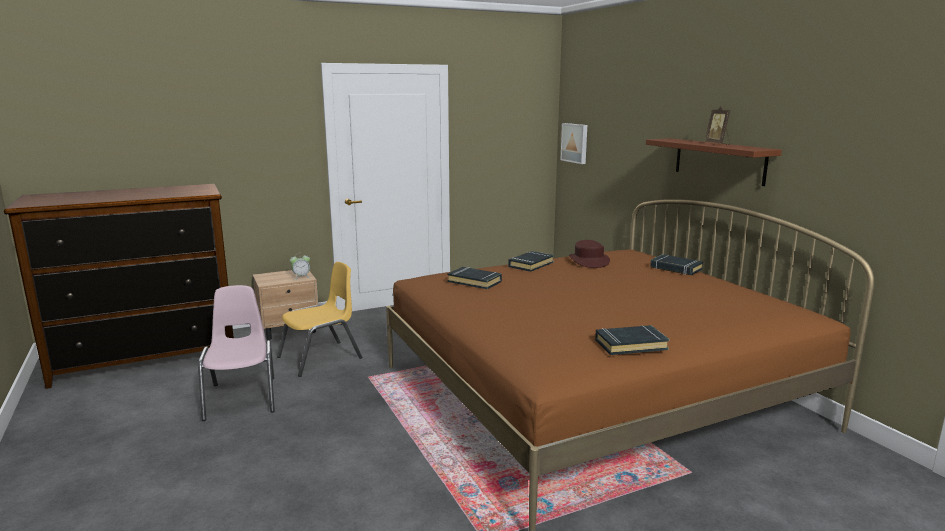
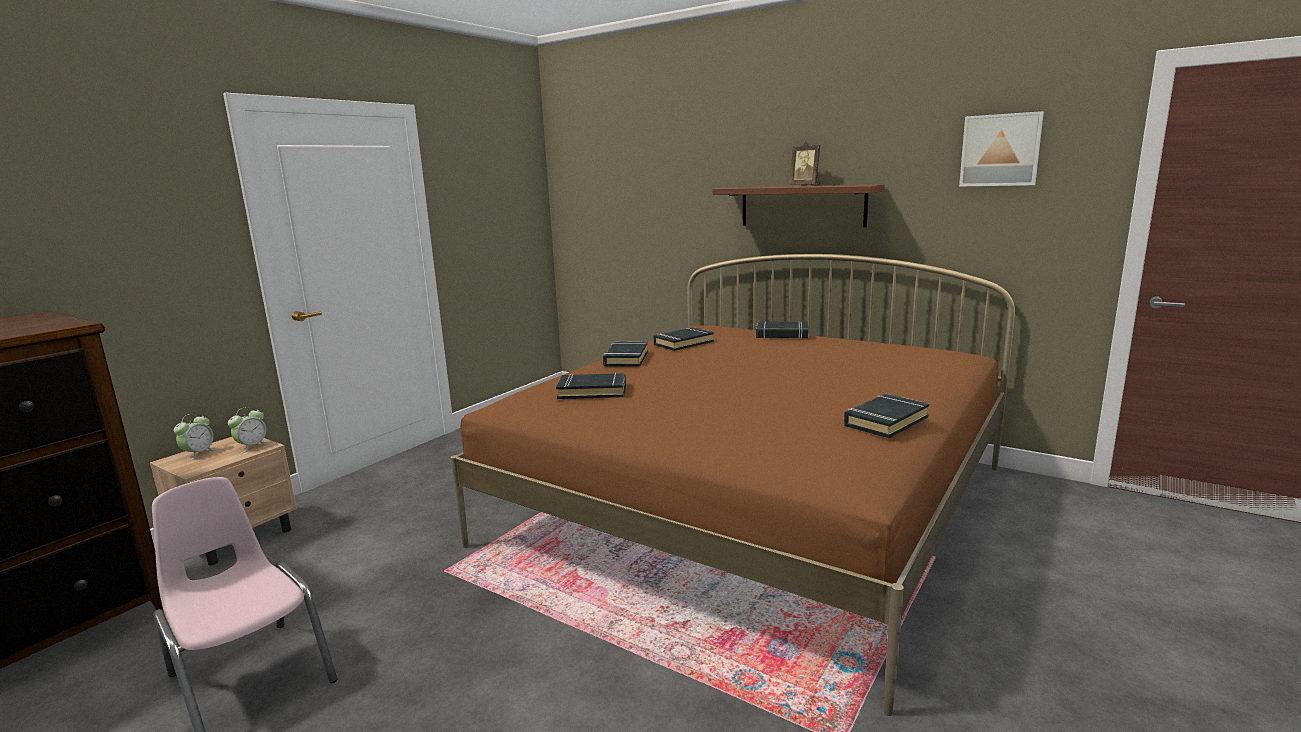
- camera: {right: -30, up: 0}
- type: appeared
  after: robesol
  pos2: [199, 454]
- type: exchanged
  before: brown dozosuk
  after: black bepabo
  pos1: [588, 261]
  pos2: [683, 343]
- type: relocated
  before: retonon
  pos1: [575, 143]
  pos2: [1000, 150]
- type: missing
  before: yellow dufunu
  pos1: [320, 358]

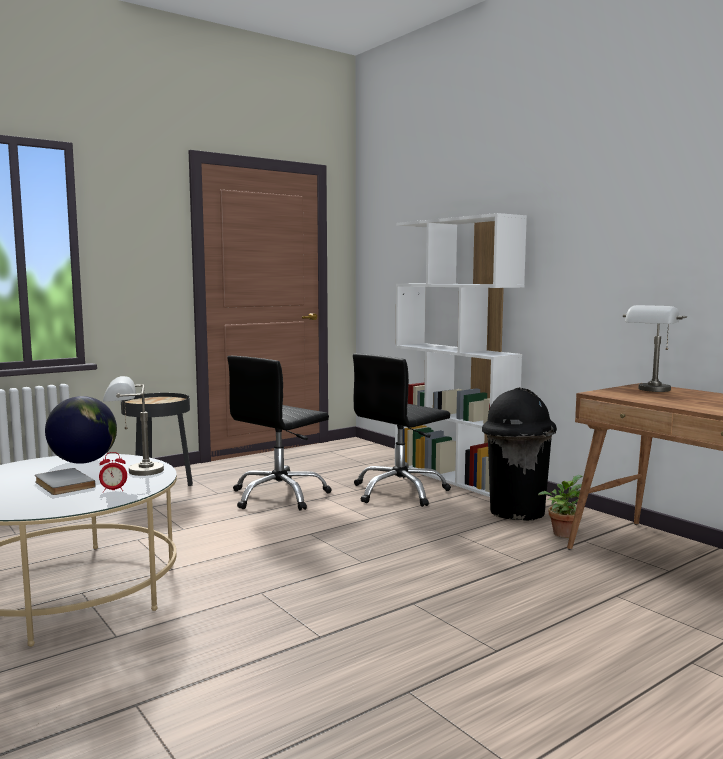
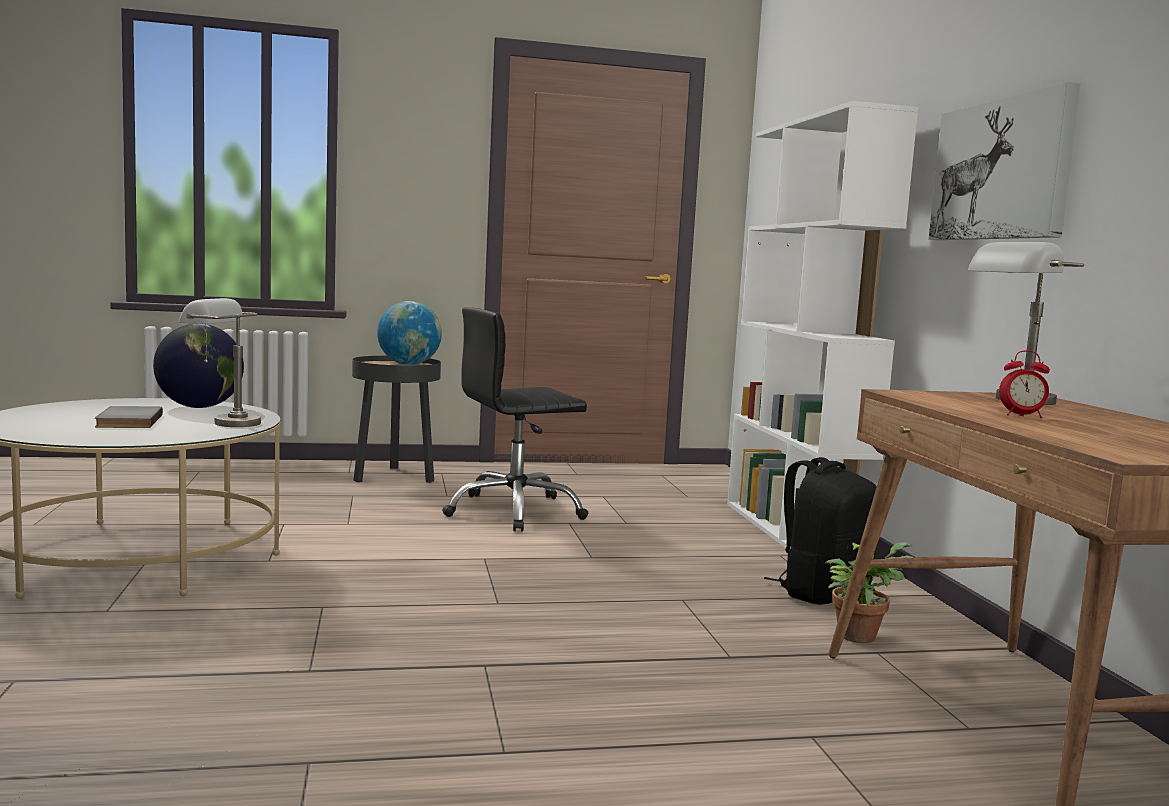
- camera: {right: 25, up: 0}
- type: appeared
  after: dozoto
  pos2: [409, 364]
- type: exchanged
  before: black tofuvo
  after: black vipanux
  pos1: [516, 512]
  pos2: [821, 592]
- type: appeared
  after: retonon
  pos2: [1002, 170]
- type: relocated
  before: robesol
  pos1: [113, 490]
  pos2: [1021, 416]
- type: missing
  before: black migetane
  pos1: [400, 492]

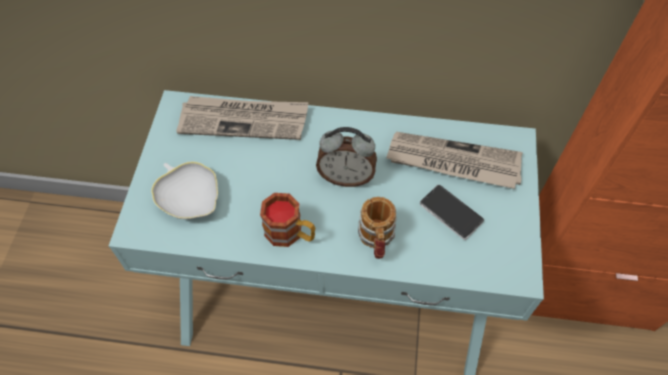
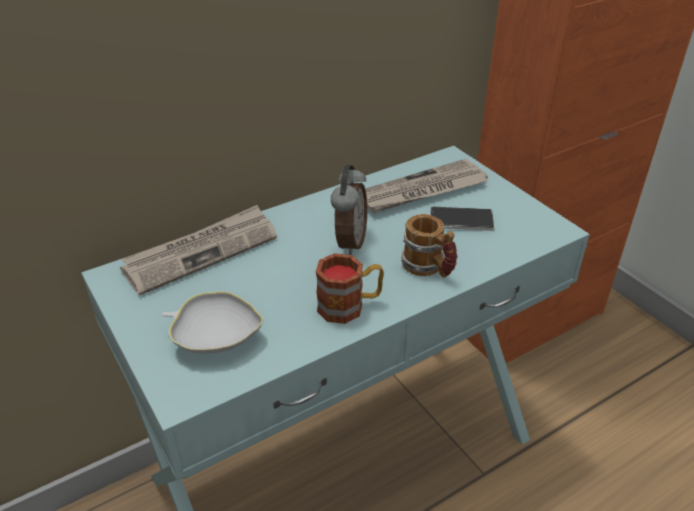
- camera: {right: -40, up: -20}
- type: spun
  before: robesol
  pos1: [346, 177]
  pos2: [349, 242]
  turn: -45

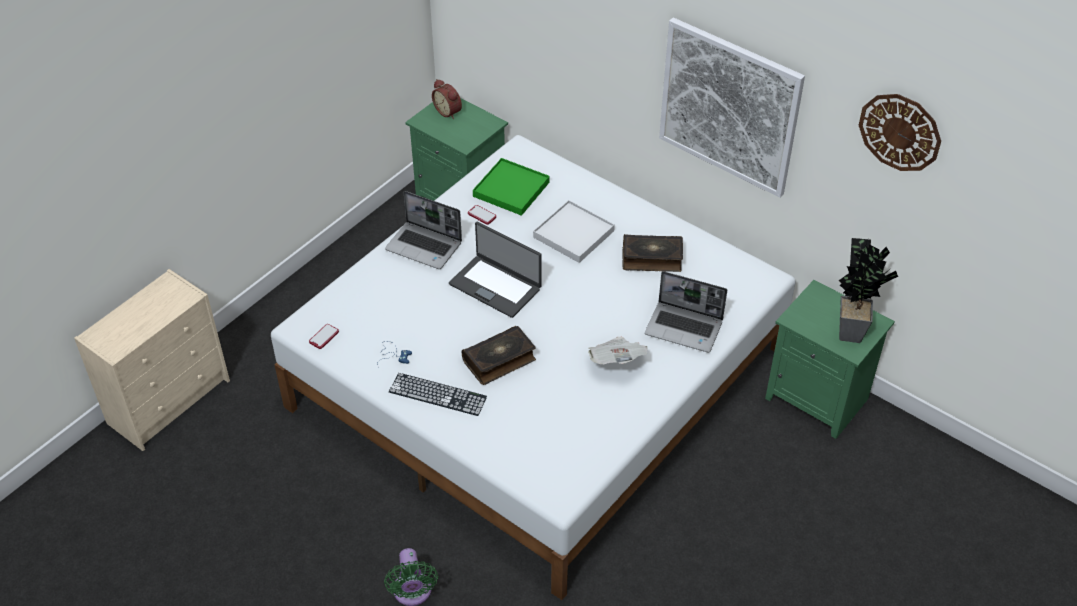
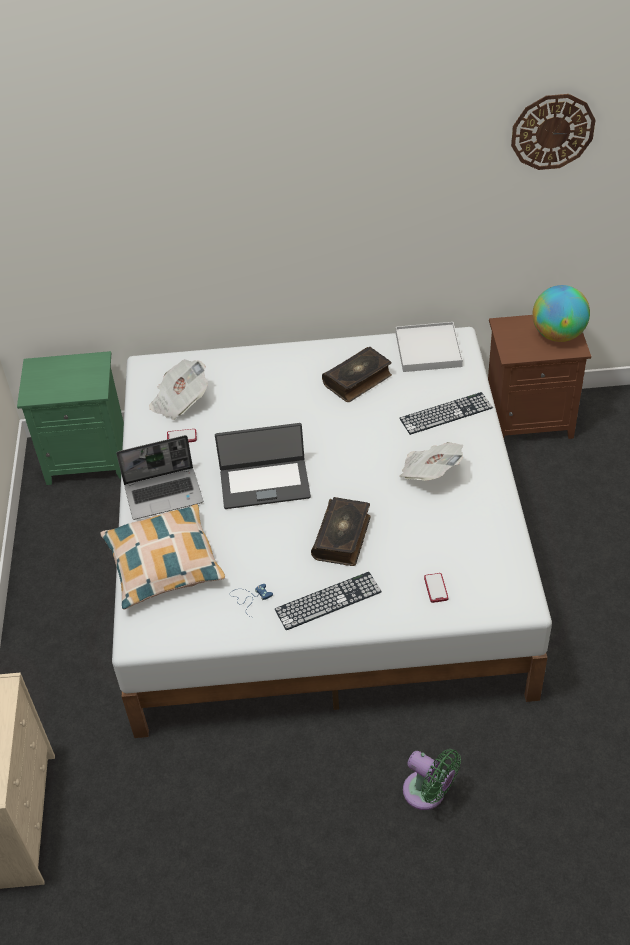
- camera: {right: -40, up: 0}
- type: appeared
  after: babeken
  pos2: [163, 564]
- type: exchanged
  before: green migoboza
  after: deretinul
  pos1: [511, 189]
  pos2: [180, 401]
- type: relocated
  before: white migoboza
  pos1: [573, 234]
  pos2: [428, 350]
- type: exchanged
  before: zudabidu
  after: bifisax
  pos1: [685, 328]
  pos2: [446, 413]
- type: relocated
  before: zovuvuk
  pos1: [324, 337]
  pos2: [436, 588]
- type: colour
  before: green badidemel
  after: brown badidemel
  pos1: [818, 398]
  pos2: [530, 419]
- type: exchanged
  before: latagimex
  after: dozoto
  pos1: [853, 330]
  pos2: [558, 335]
- type: missing
  before: robesol
  pos1: [449, 111]
- type: missing
  before: retonon
  pos1: [729, 107]

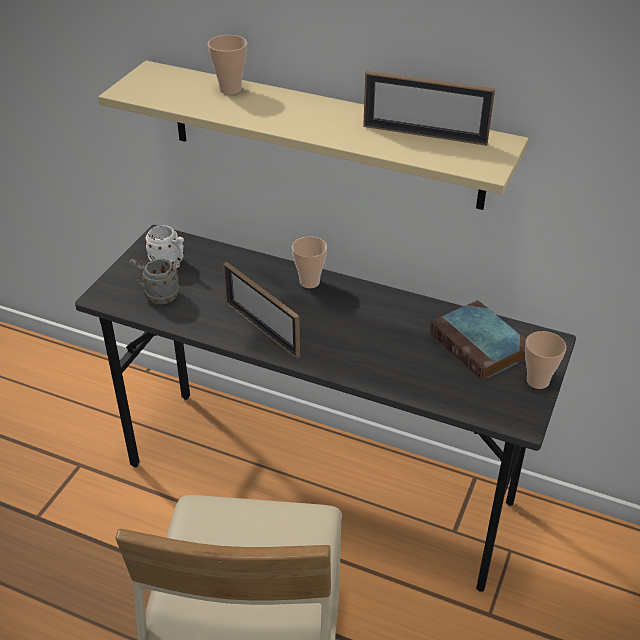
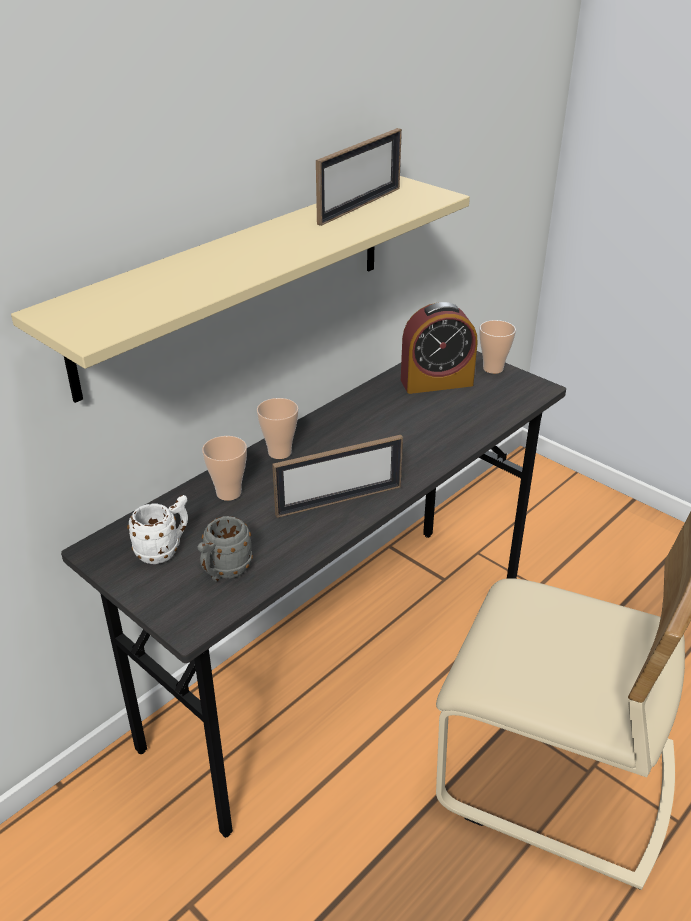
- camera: {right: -70, up: -5}
- type: relocated
  before: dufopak
  pos1: [230, 89]
  pos2: [228, 493]
- type: exchanged
  before: bepabo
  after: robesol
  pos1: [480, 346]
  pos2: [436, 382]

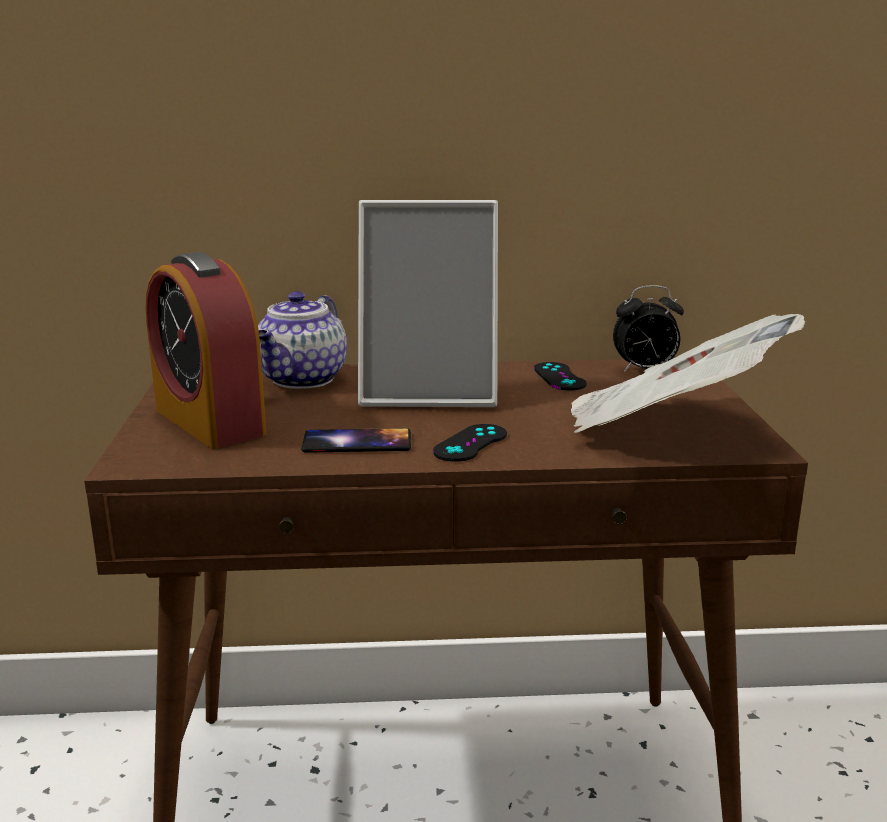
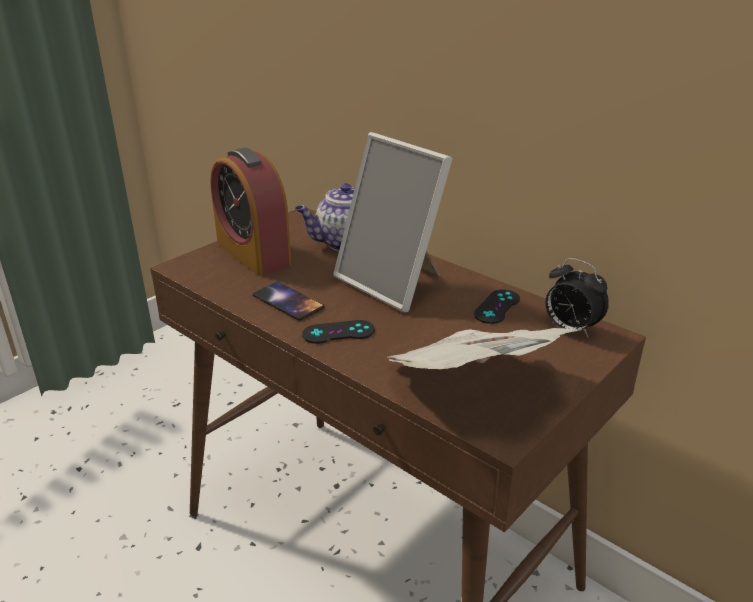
- camera: {right: 45, up: 10}
- type: spun
  before: robesol
  pos1: [209, 421]
  pos2: [253, 254]
  turn: -45

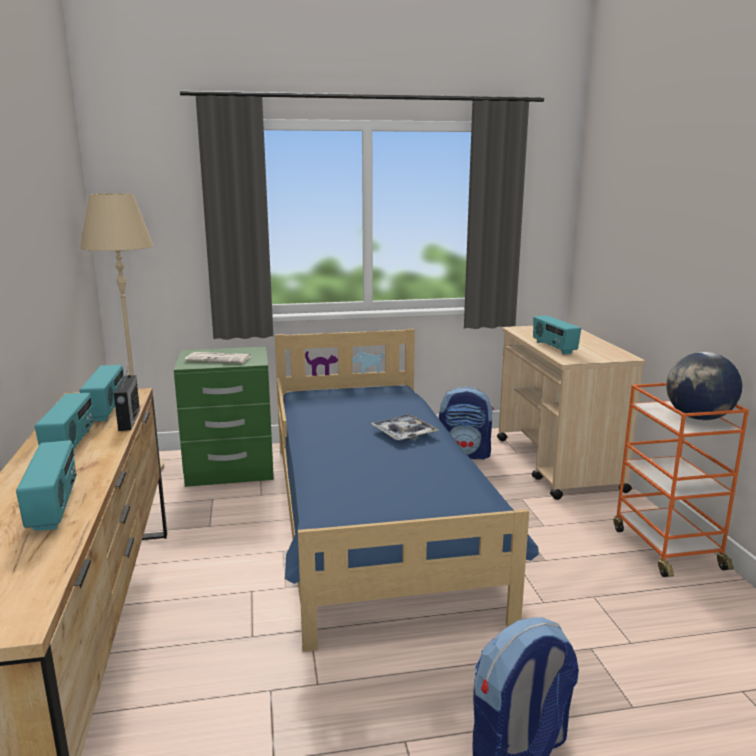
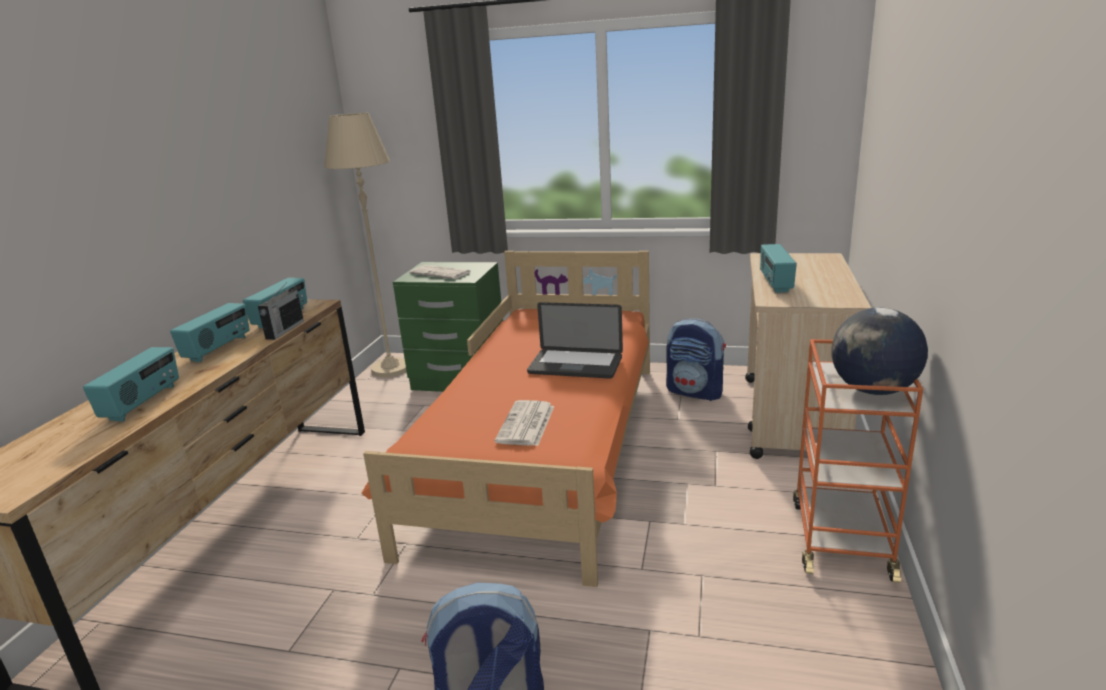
- camera: {right: 25, up: 5}
- type: colour
  before: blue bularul
  after: orange bularul
  pos1: [374, 519]
  pos2: [546, 448]
- type: appeared
  after: deretinul
  pos2: [526, 424]
- type: exchanged
  before: migoboza
  after: zudabidu
  pos1: [404, 433]
  pos2: [575, 365]

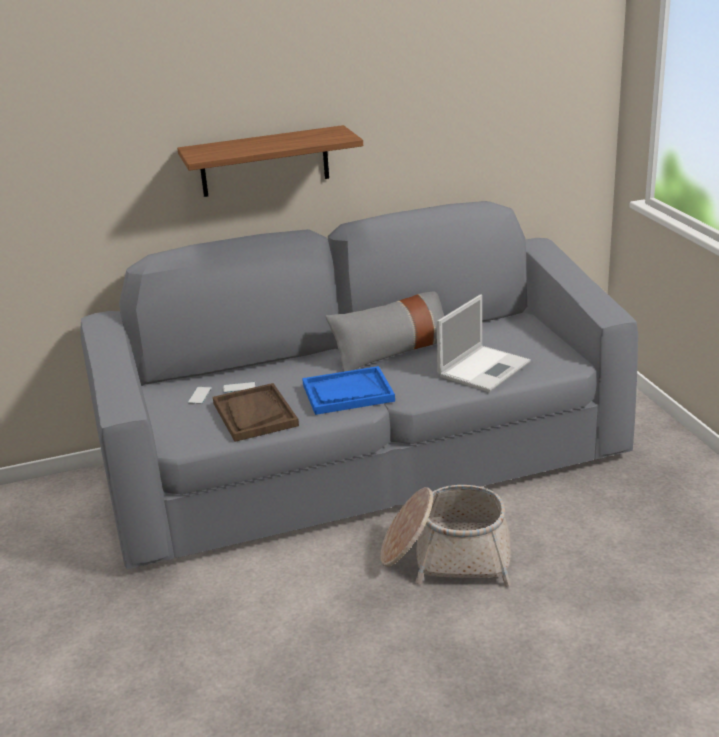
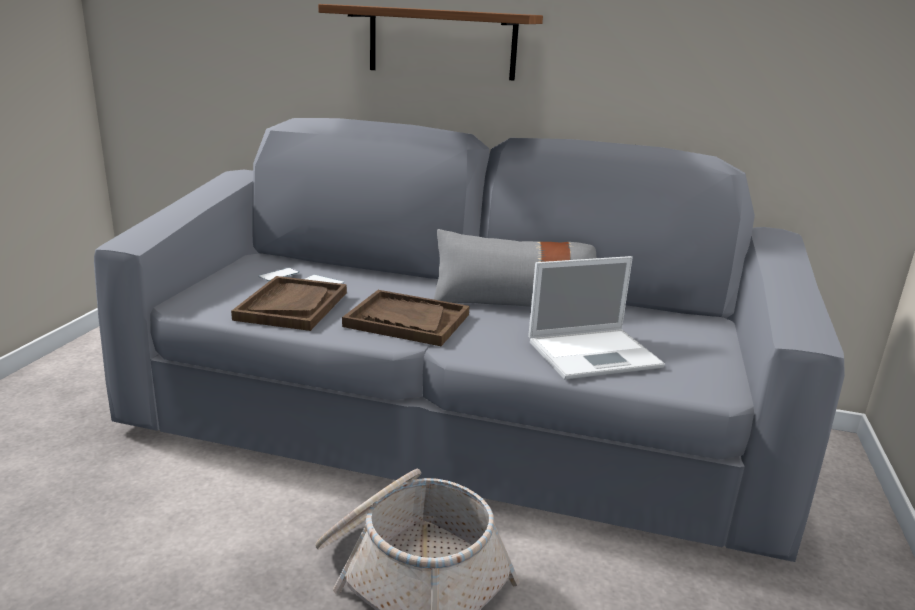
- camera: {right: 30, up: -5}
- type: colour
  before: blue migoboza
  after: brown migoboza
  pos1: [347, 393]
  pos2: [406, 320]

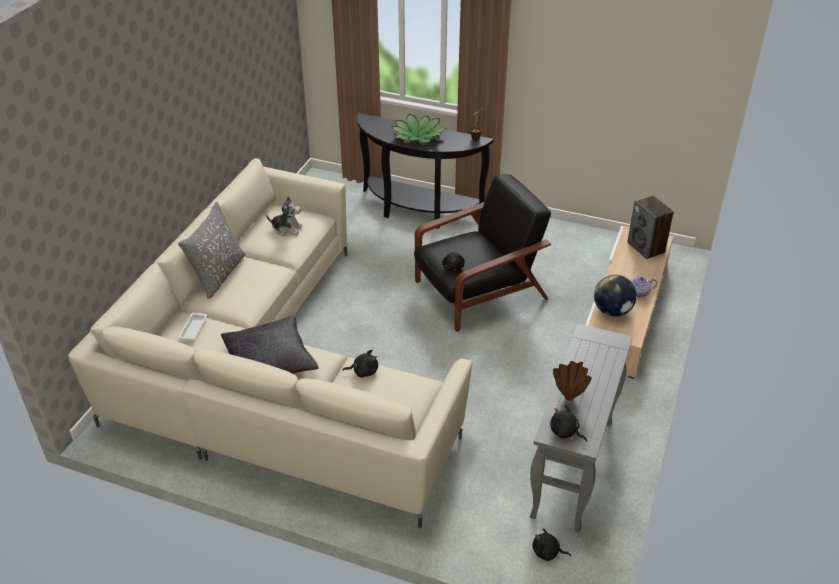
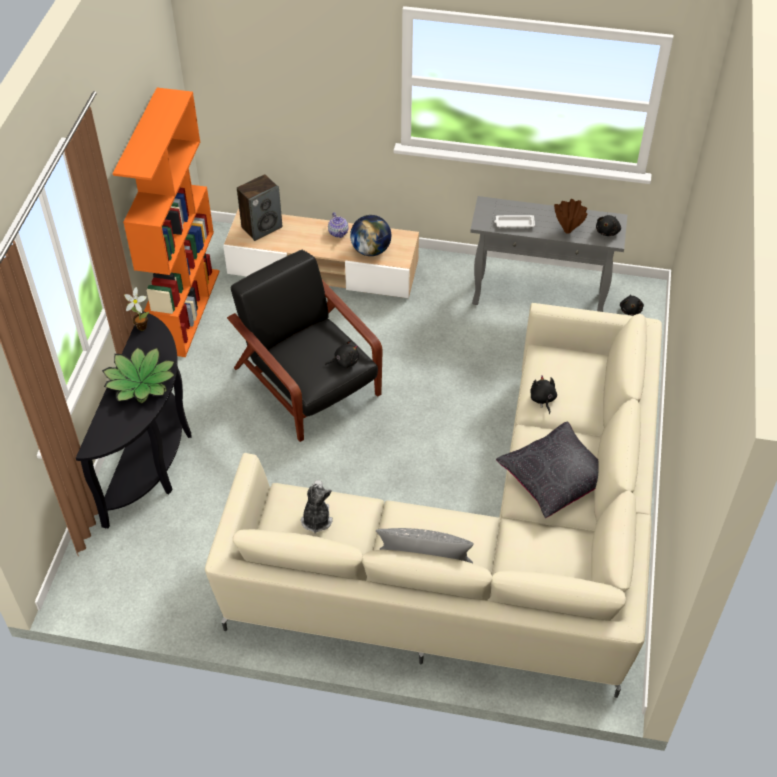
- camera: {right: -100, up: 10}
- type: appeared
  after: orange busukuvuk
  pos2: [186, 310]
- type: relocated
  before: white migoboza
  pos1: [193, 328]
  pos2: [514, 223]

